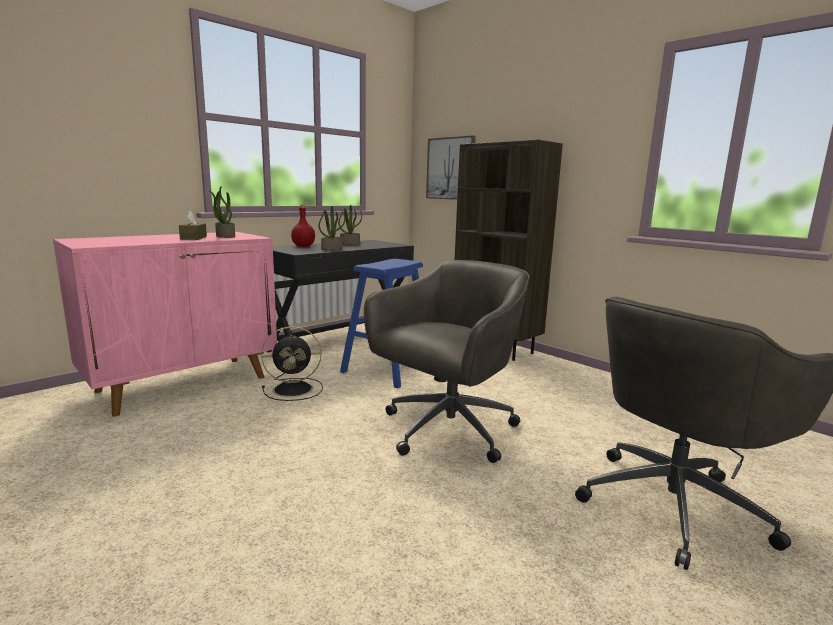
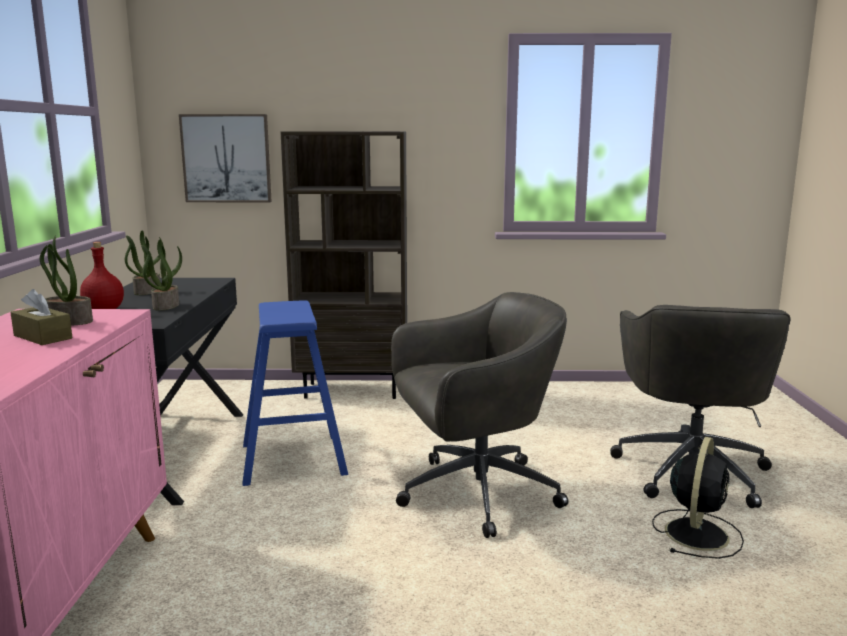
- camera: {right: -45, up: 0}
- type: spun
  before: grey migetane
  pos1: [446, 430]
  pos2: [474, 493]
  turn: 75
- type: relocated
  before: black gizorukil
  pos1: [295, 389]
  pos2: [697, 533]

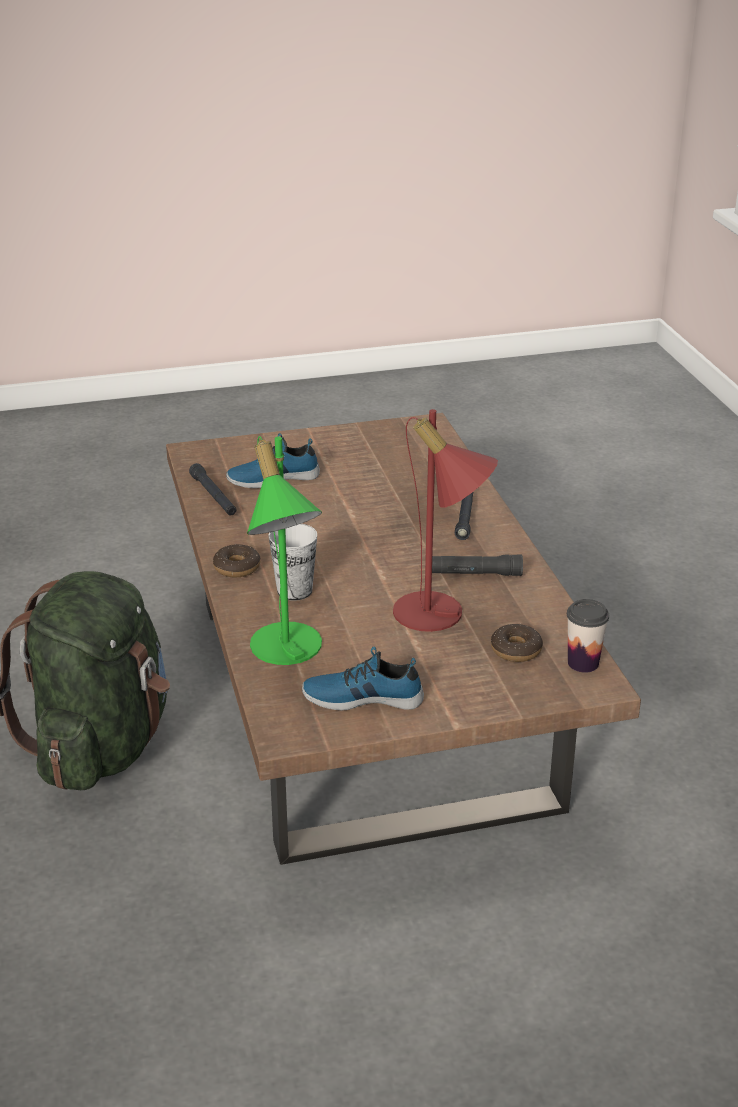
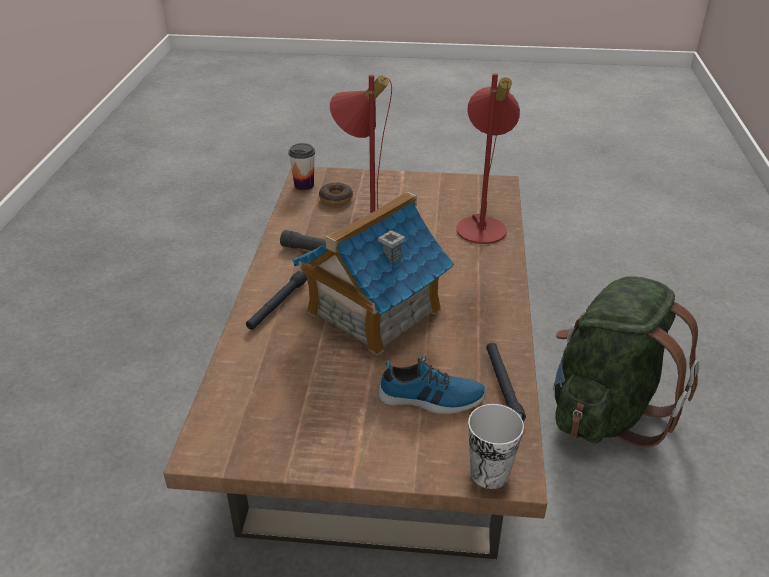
- camera: {right: -160, up: 5}
- type: appeared
  after: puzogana
  pos2: [373, 311]
- type: colour
  before: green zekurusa
  after: red zekurusa
  pos1: [286, 652]
  pos2: [482, 224]
- type: relocated
  before: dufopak
  pos1: [294, 591]
  pos2: [489, 473]
- type: missing
  before: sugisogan
  pos1: [237, 567]
- type: missing
  before: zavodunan
  pos1: [363, 697]

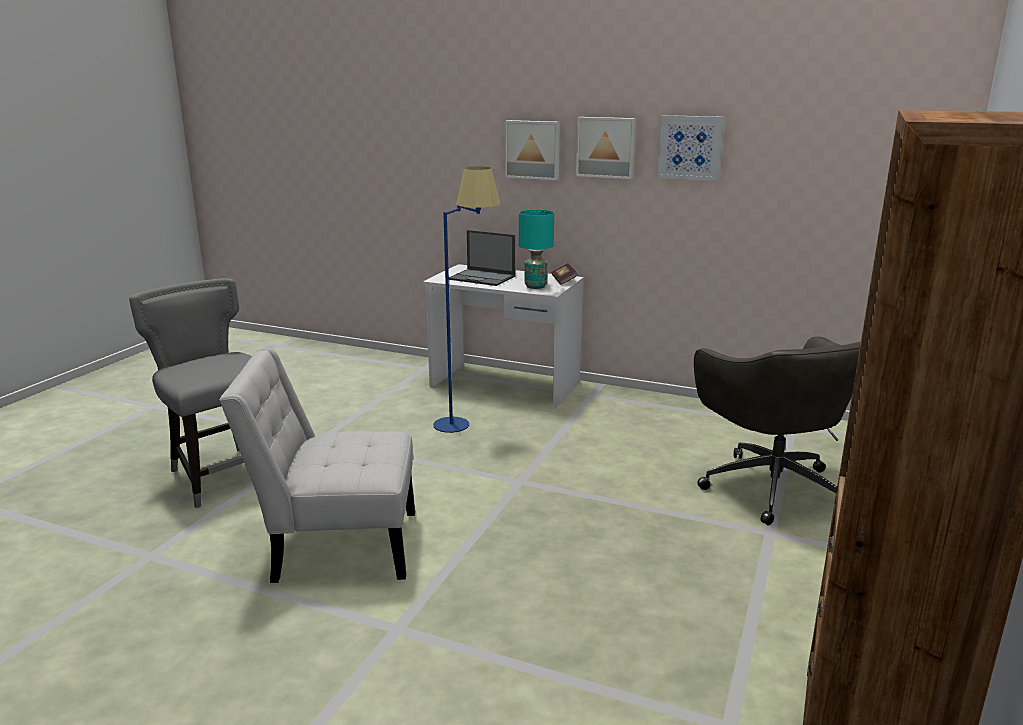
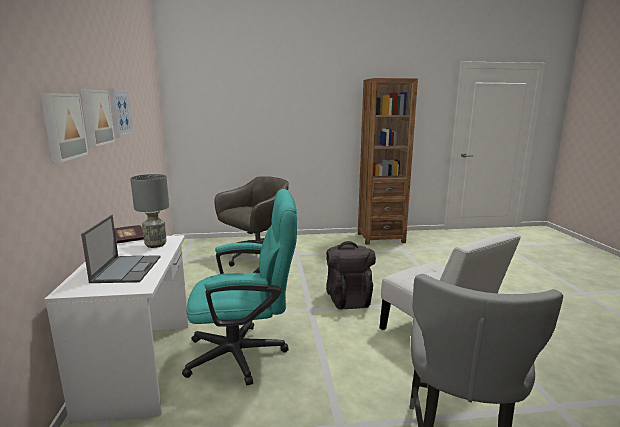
- camera: {right: -120, up: -5}
- type: colour
  before: turquoise zekurusa
  after: grey zekurusa
  pos1: [535, 286]
  pos2: [156, 244]
- type: exchanged
  before: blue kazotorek
  after: turquoise migetane
  pos1: [467, 425]
  pos2: [246, 354]
- type: appeared
  after: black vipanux
  pos2: [348, 298]

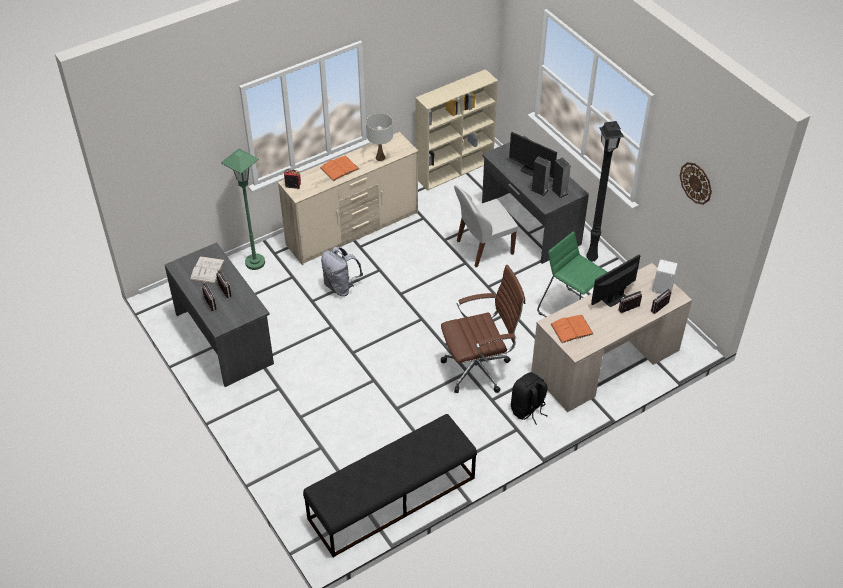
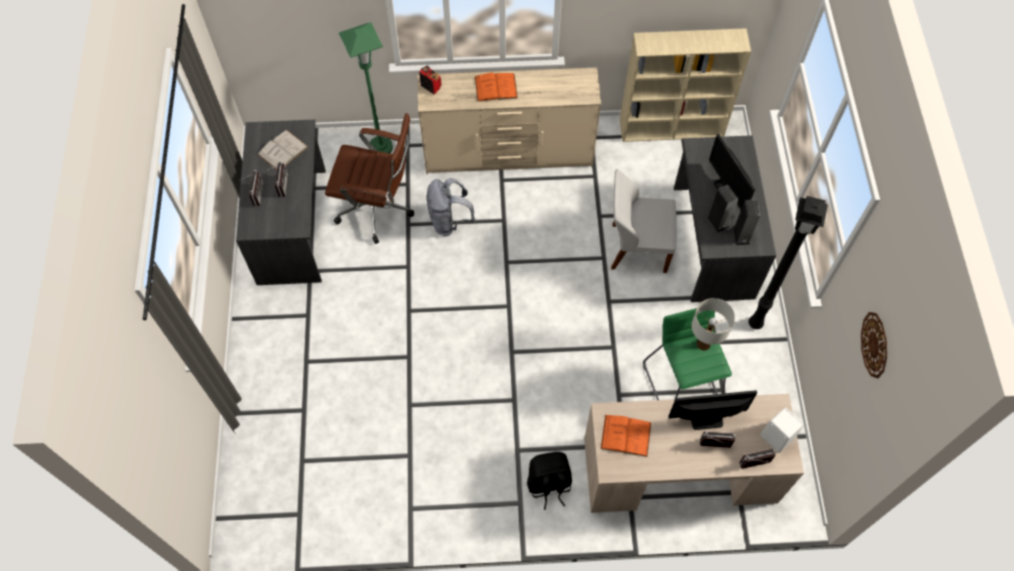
- camera: {right: 30, up: 15}
- type: relocated
  before: brown migetane
  pos1: [479, 369]
  pos2: [378, 209]
- type: relocated
  before: white zekurusa
  pos1: [380, 157]
  pos2: [703, 344]
- type: missing
  before: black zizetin
  pos1: [391, 499]

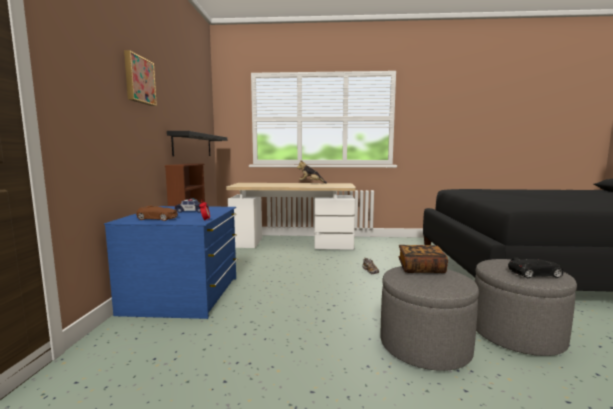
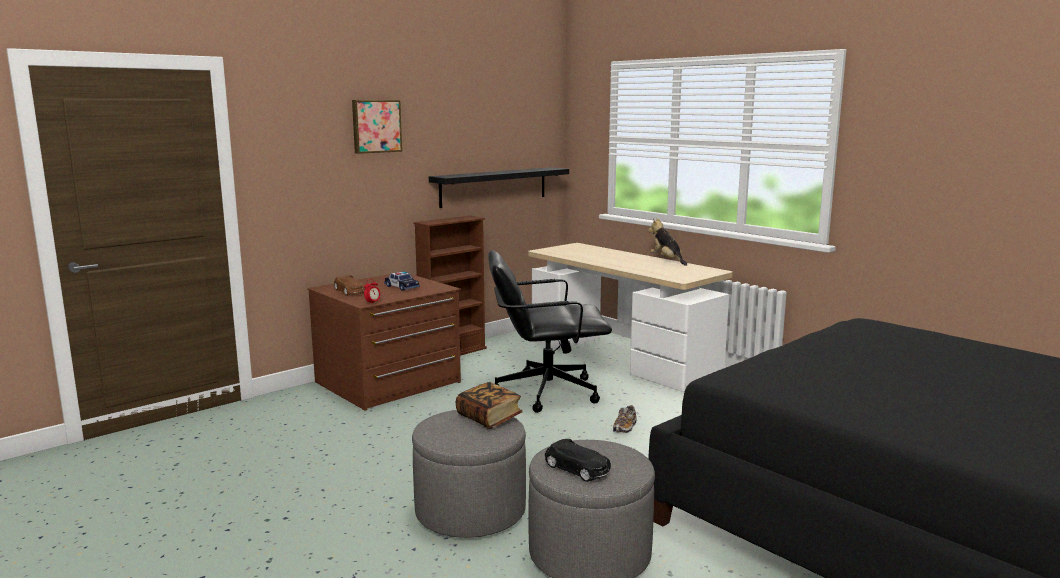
- camera: {right: 45, up: 5}
- type: colour
  before: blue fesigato
  after: brown fesigato
  pos1: [184, 295]
  pos2: [389, 383]
- type: appeared
  after: black migetane
  pos2: [545, 392]

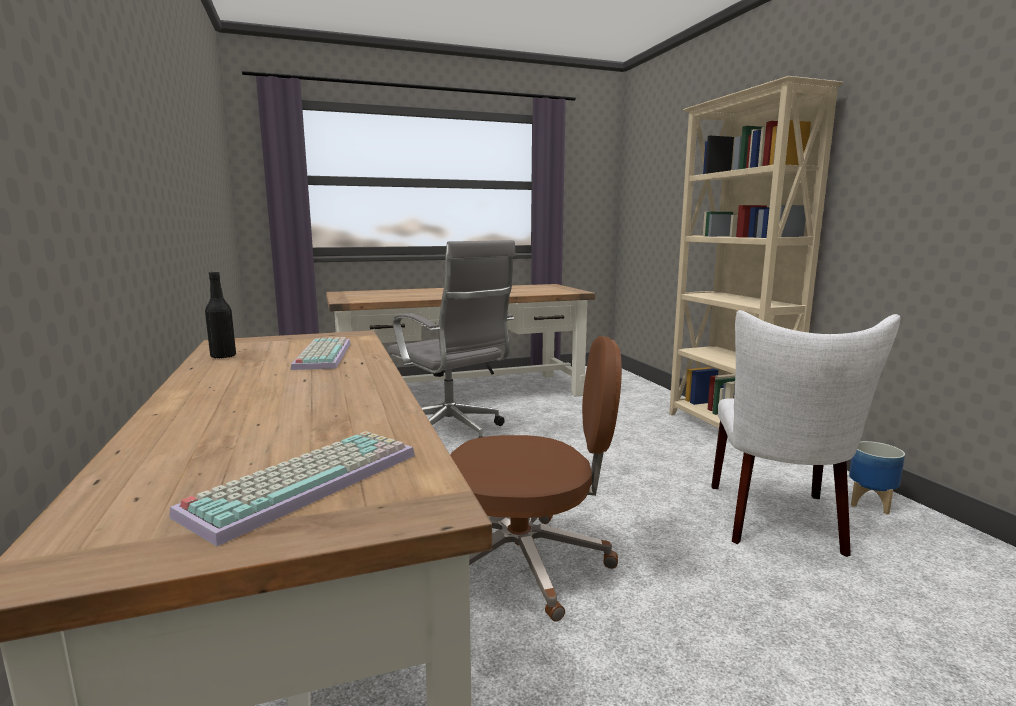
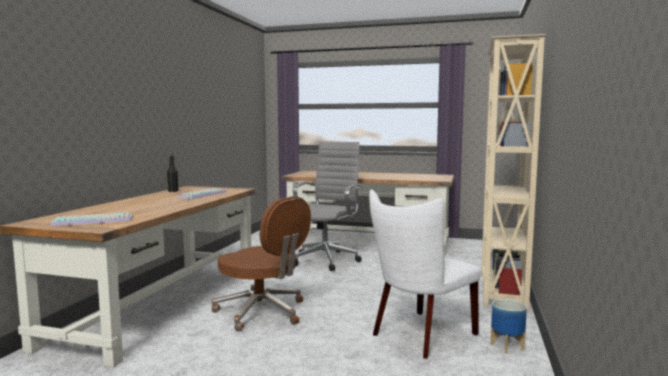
- camera: {right: 35, up: -5}
- type: spun
  before: grey migetane
  pos1: [453, 434]
  pos2: [326, 259]
  turn: -150

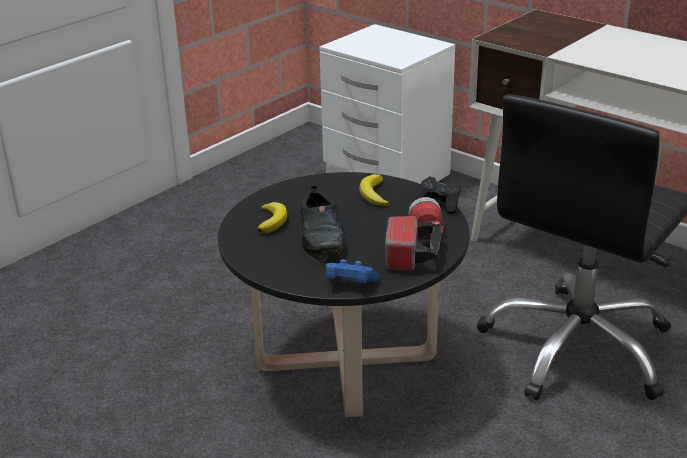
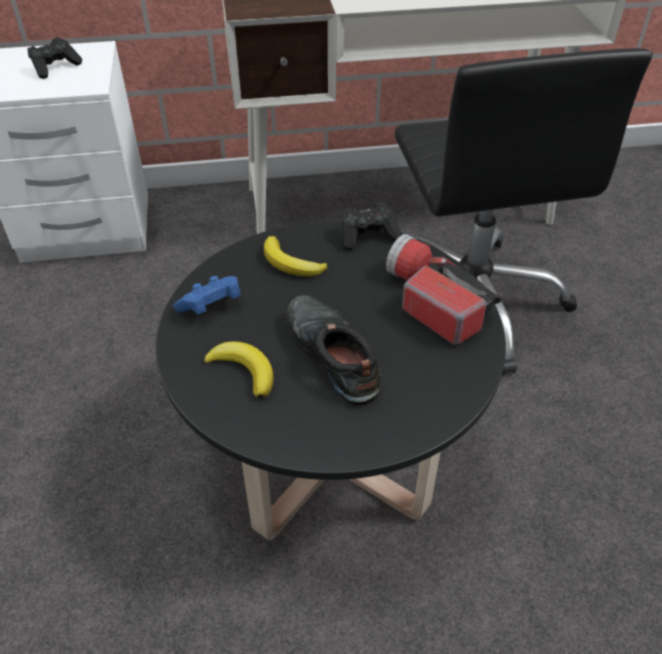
- camera: {right: -50, up: 15}
- type: appeared
  after: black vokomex
  pos2: [55, 68]
- type: relocated
  before: blue vokomex
  pos1: [349, 284]
  pos2: [211, 306]
- type: spun
  before: black zavodunan
  pos1: [321, 237]
  pos2: [330, 354]
  turn: -150

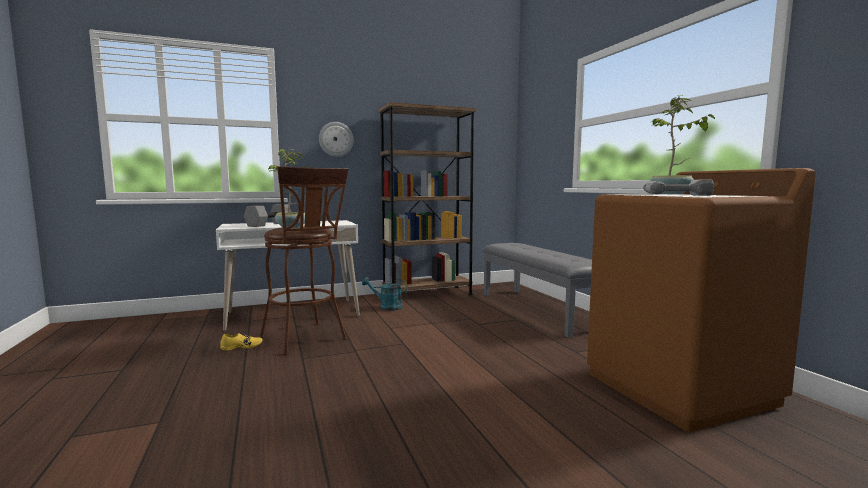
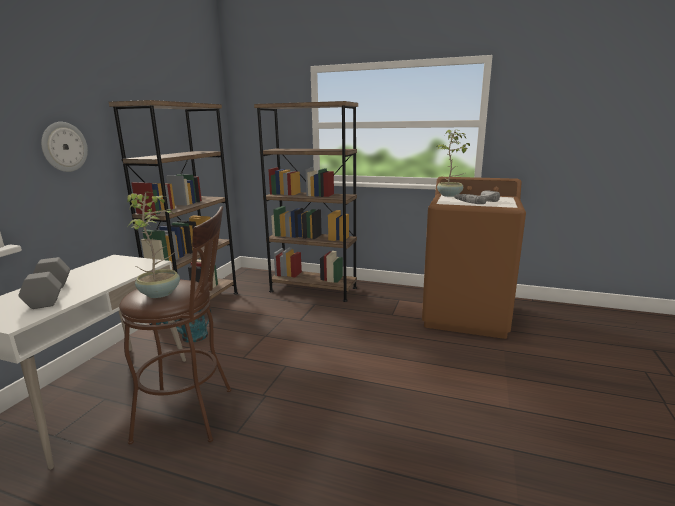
- camera: {right: -50, up: 10}
- type: exchanged
  before: grey zizetin
  after: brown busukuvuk
  pos1: [539, 310]
  pos2: [313, 289]
- type: missing
  before: yellow zavodunan
  pos1: [242, 346]

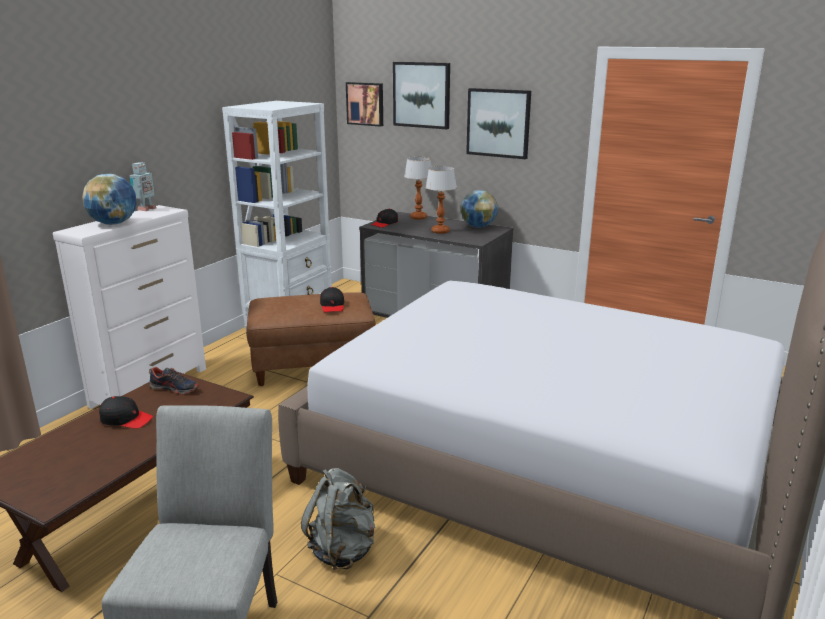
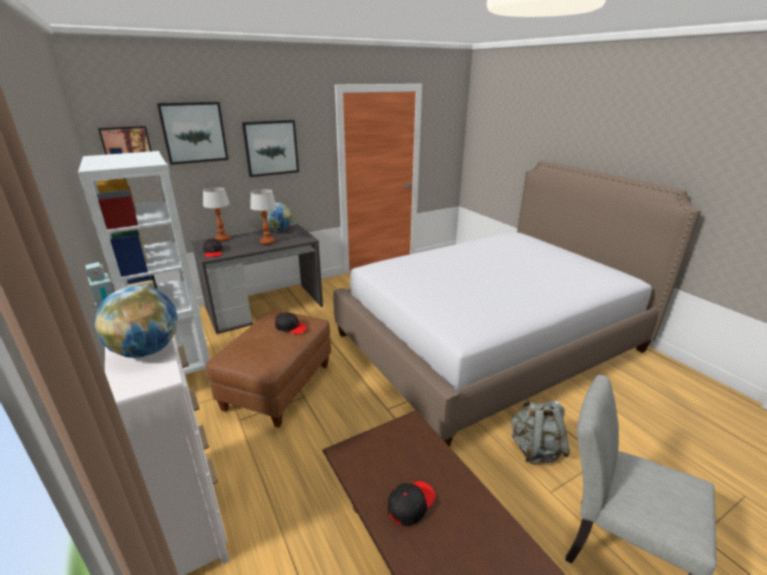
- camera: {right: -60, up: 5}
- type: missing
  before: zavodunan
  pos1: [175, 388]

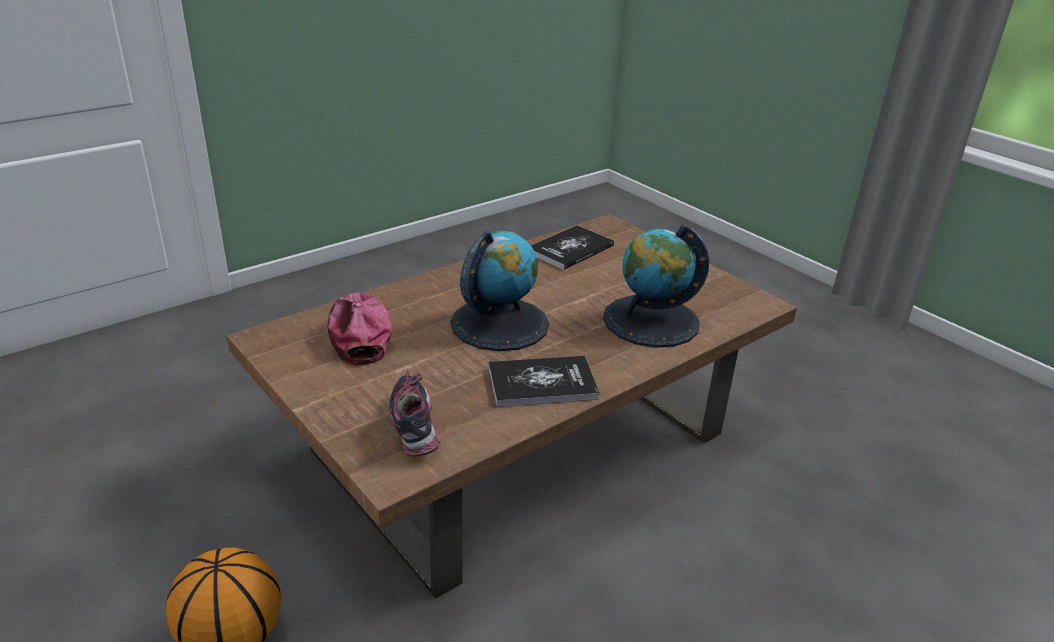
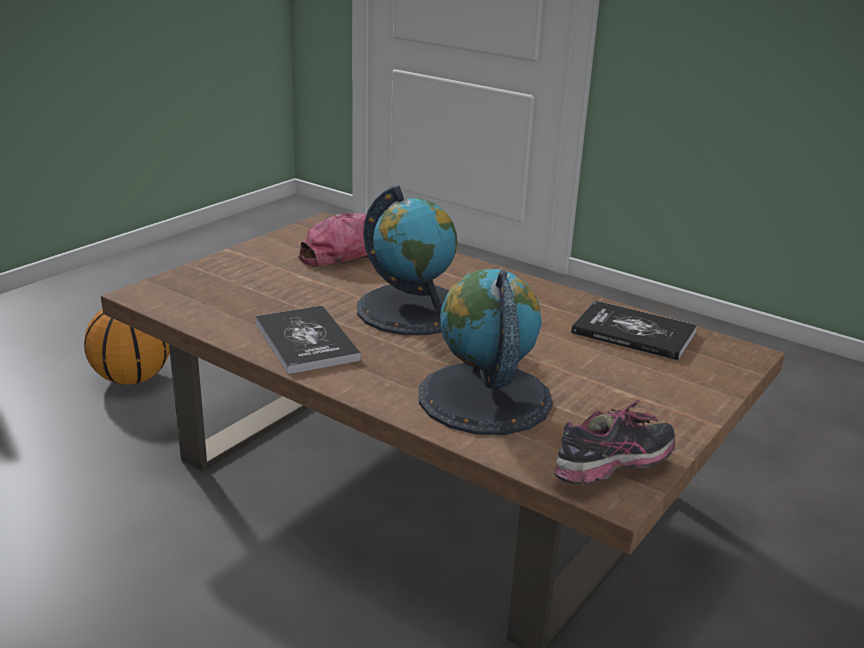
- camera: {right: 75, up: -5}
- type: relocated
  before: zavodunan
  pos1: [415, 429]
  pos2: [613, 472]

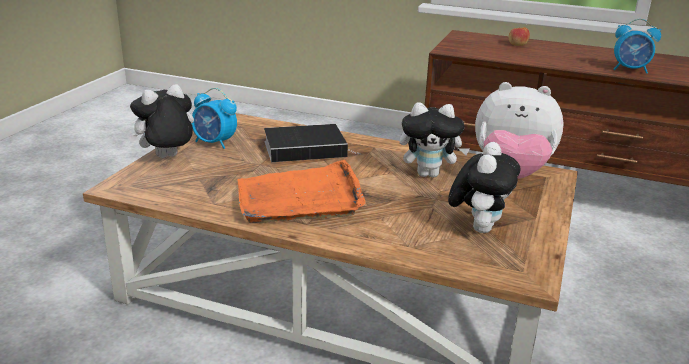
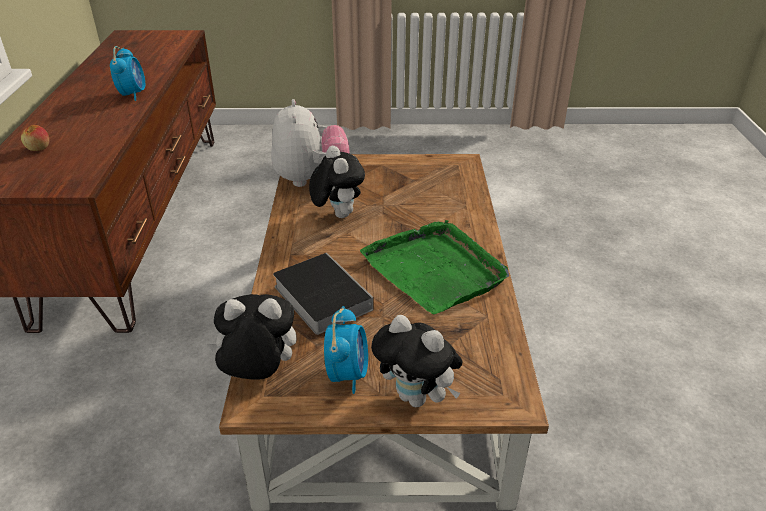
- camera: {right: -110, up: 10}
- type: relocated
  before: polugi
  pos1: [478, 227]
  pos2: [258, 374]
- type: colour
  before: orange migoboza
  after: green migoboza
  pos1: [300, 198]
  pos2: [435, 269]

